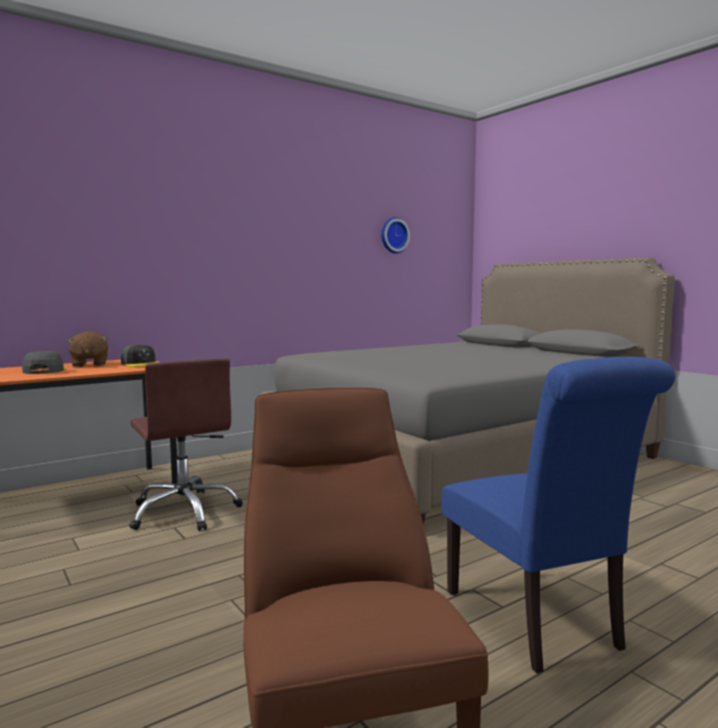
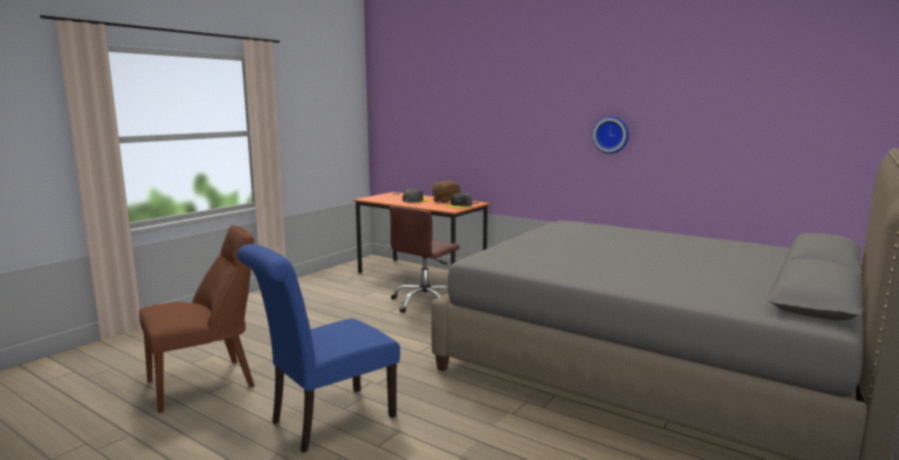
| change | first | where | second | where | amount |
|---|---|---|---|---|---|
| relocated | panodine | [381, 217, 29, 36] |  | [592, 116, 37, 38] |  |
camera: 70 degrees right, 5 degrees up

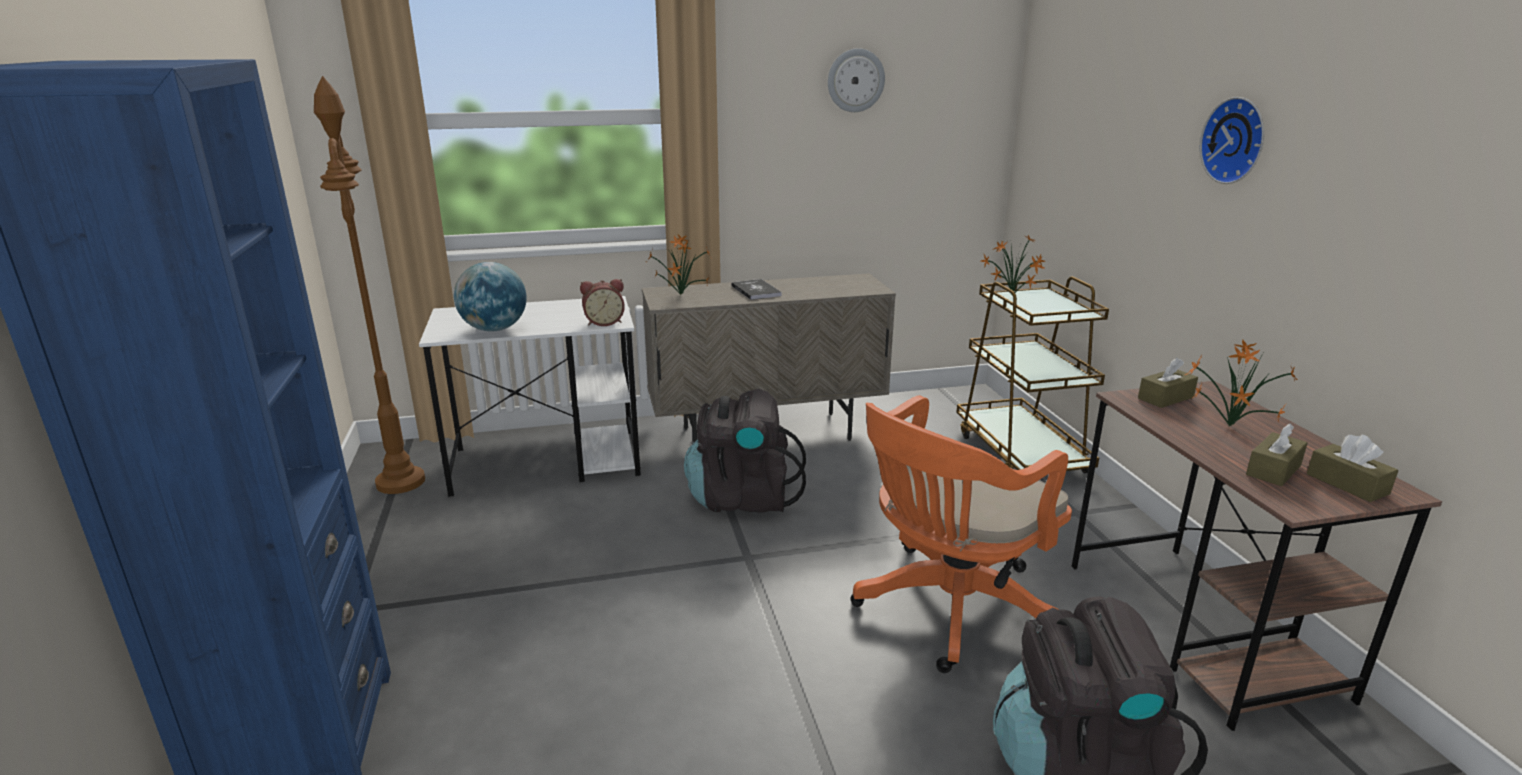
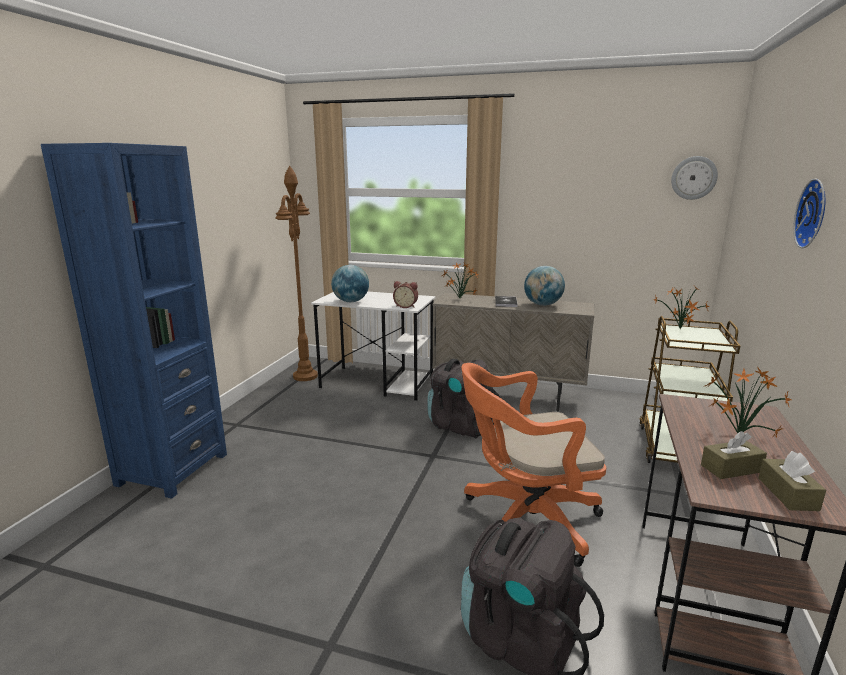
| change | first | where | second | where | amount |
|---|---|---|---|---|---|
| relocated | panodine | [828, 48, 57, 64] |  | [671, 156, 47, 44] |  |
| missing | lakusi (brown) | [1138, 358, 60, 50] |  |  |  |
| appeared |  |  | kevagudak | [524, 266, 41, 40] |  |
camera: 30 degrees right, 5 degrees down

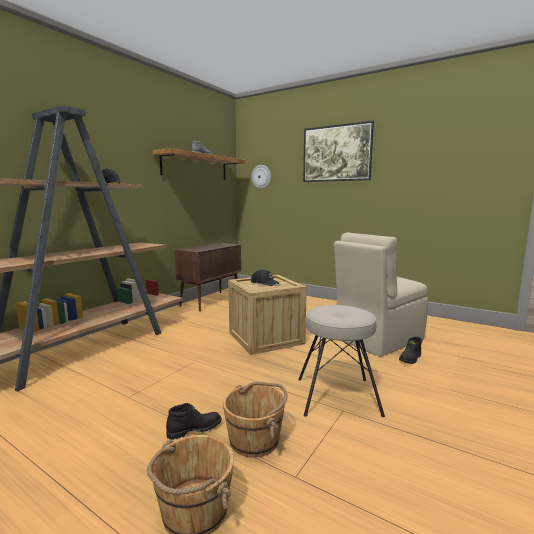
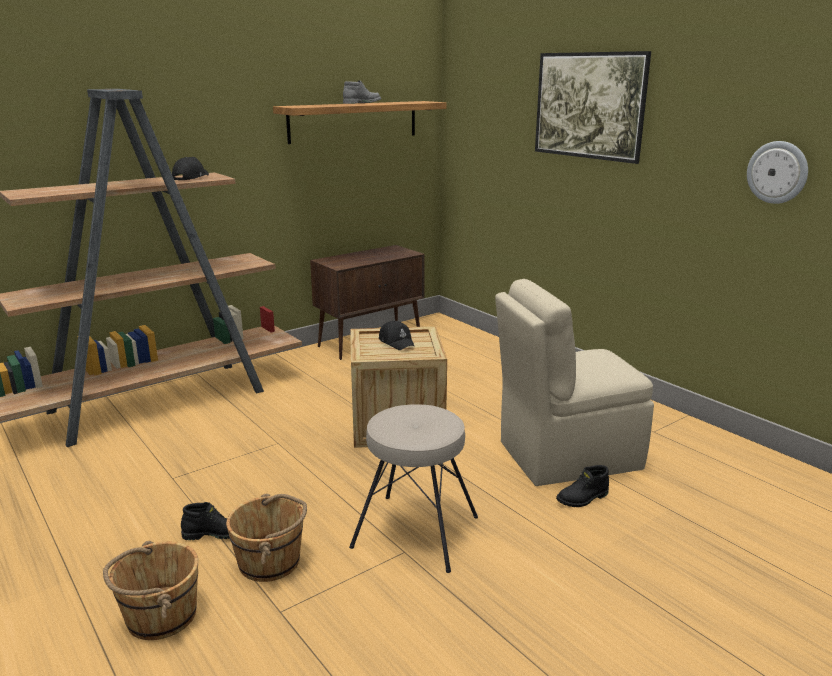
| change | first | where | second | where | amount |
|---|---|---|---|---|---|
| relocated | panodine | [251, 165, 20, 24] |  | [747, 141, 61, 63] |  |
camera: 20 degrees right, 10 degrees up

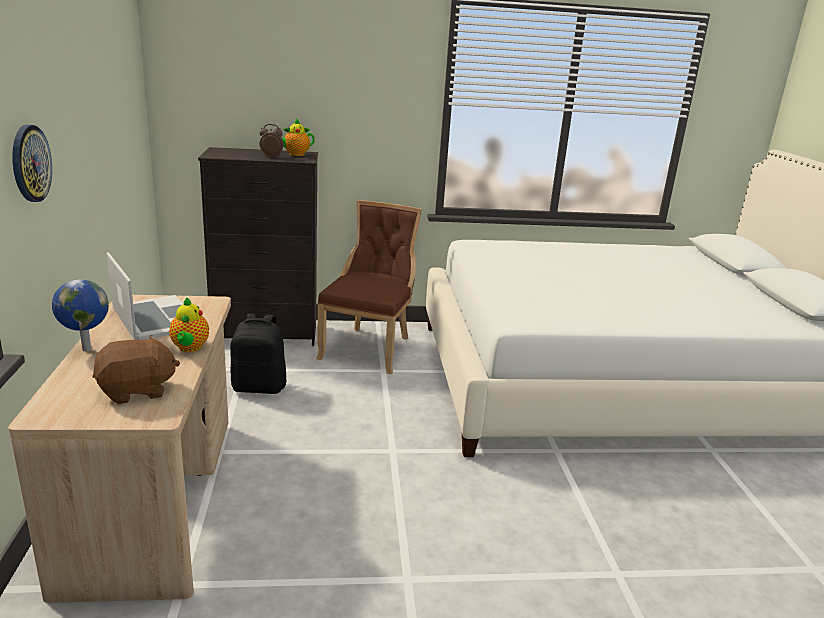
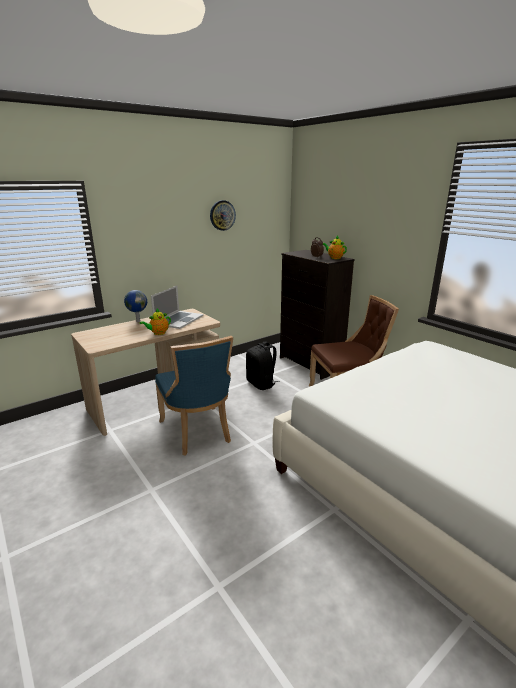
| change | first | where | second | where | amount |
|---|---|---|---|---|---|
| relocated | panodine | [12, 125, 40, 77] |  | [210, 200, 26, 31] |  |
| missing | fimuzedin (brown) | [92, 335, 88, 69] |  |  |  |
| appeared |  |  | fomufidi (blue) | [155, 336, 78, 119] |  |
camera: 60 degrees right, 0 degrees up

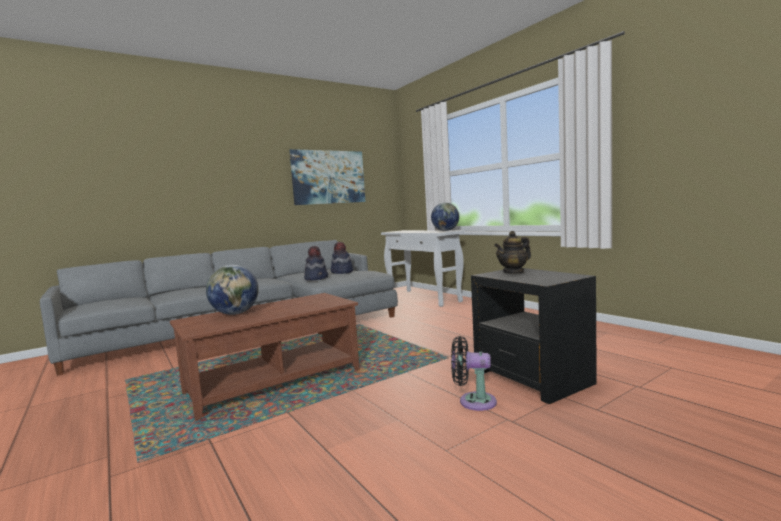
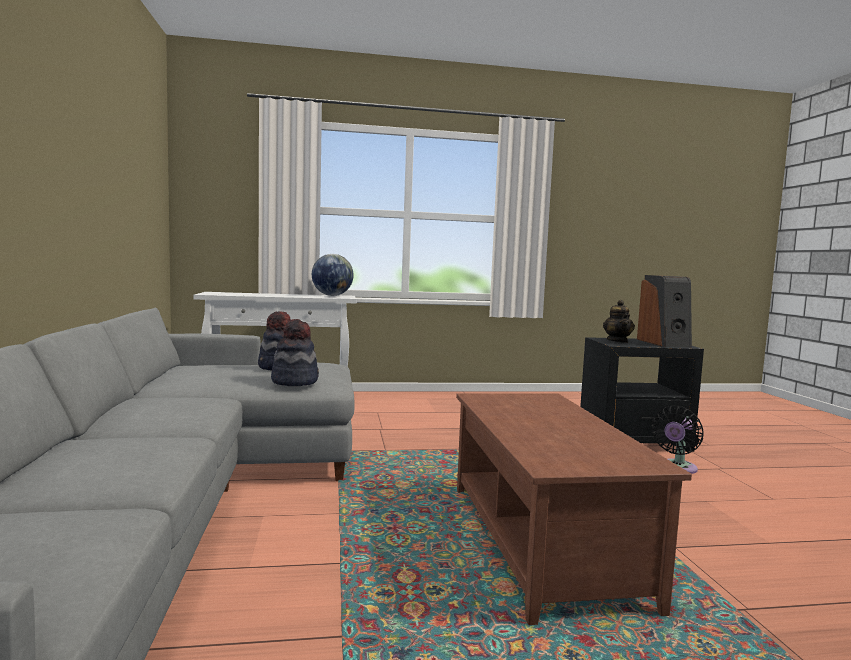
| change | first | where | second | where | amount |
|---|---|---|---|---|---|
| missing | kevagudak | [206, 265, 53, 50] |  |  |  |
| missing | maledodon | [289, 149, 77, 56] |  |  |  |
| appeared |  |  | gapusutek | [637, 275, 55, 73] |  |
camera: 65 degrees left, 0 degrees up

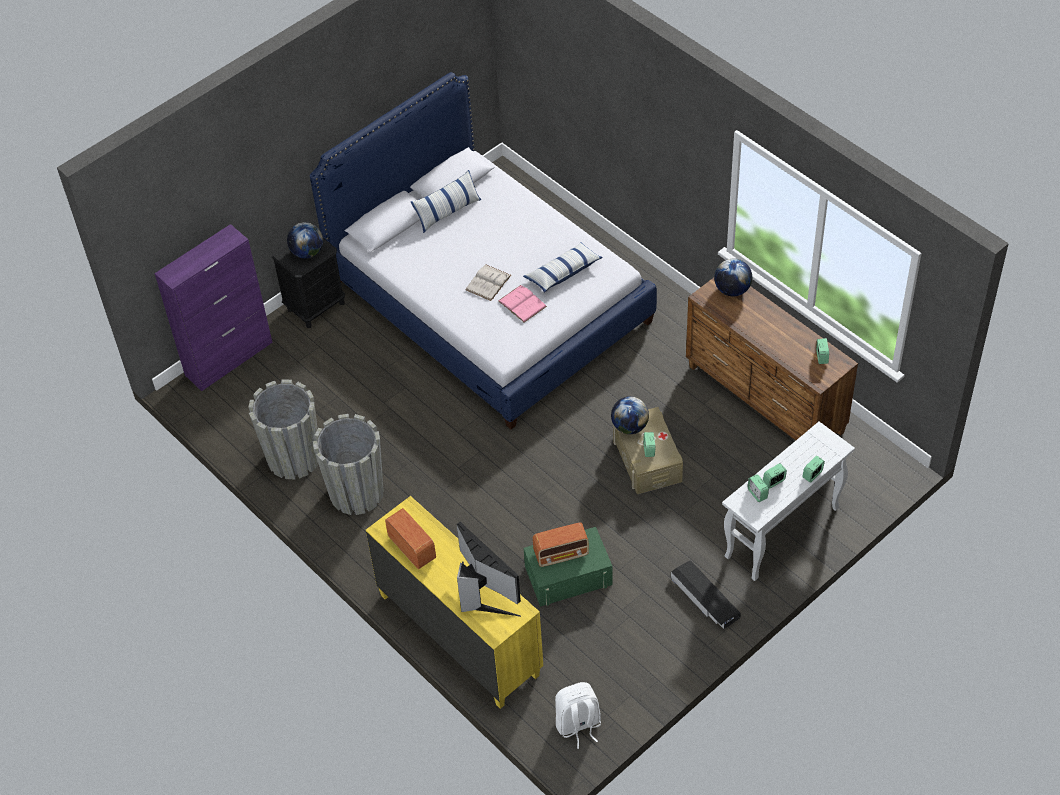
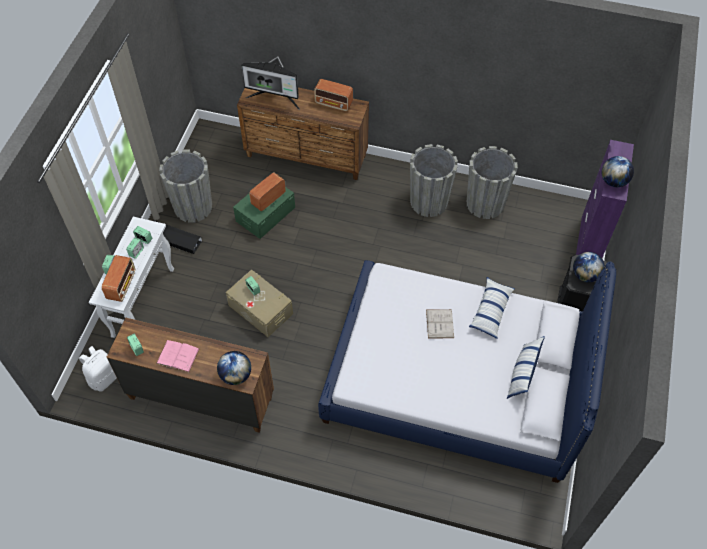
| change | first | where | second | where | amount |
|---|---|---|---|---|---|
| colour | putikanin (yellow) | [366, 496, 177, 213] | putikanin (brown) | [237, 87, 132, 93] |  |
| relocated | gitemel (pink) | [498, 285, 49, 38] |  | [156, 340, 43, 32] |  |
| relocated | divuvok | [523, 242, 80, 51] |  | [469, 277, 45, 62] |  |
| relocated | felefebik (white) | [555, 682, 46, 67] |  | [79, 346, 38, 46] |  |
| relocated | kevagudak | [611, 396, 38, 38] |  | [602, 156, 32, 31] |  |
| appeared |  |  | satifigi | [102, 255, 33, 47] |  |
| appeared |  |  | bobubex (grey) | [159, 150, 53, 72] |  |
camera: 145 degrees right, 5 degrees up

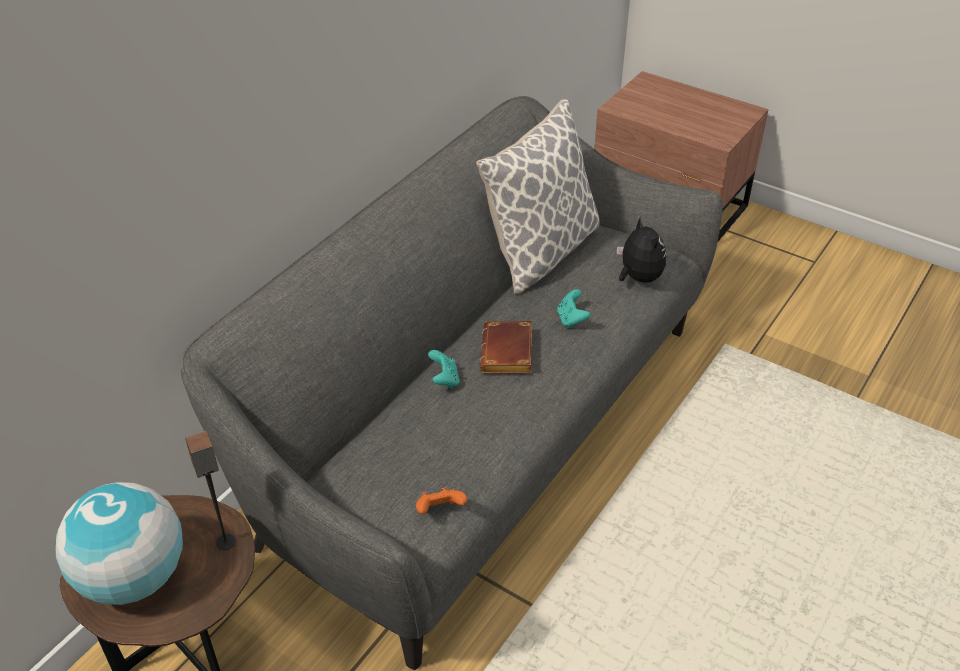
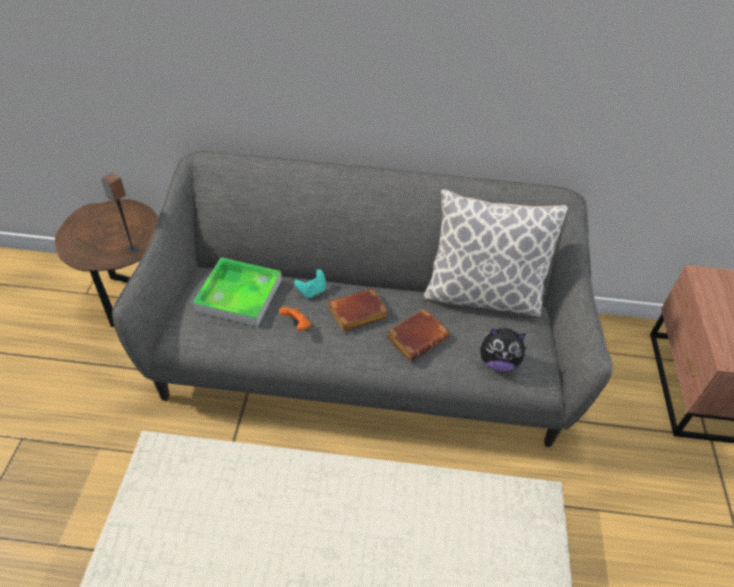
| change | first | where | second | where | amount |
|---|---|---|---|---|---|
| missing | kevagudak | [56, 482, 127, 123] |  |  |  |
| relocated | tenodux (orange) | [416, 487, 51, 27] |  | [279, 307, 32, 24] |  |
| exchanged | tenodux (turquoise) | [557, 289, 33, 39] | gitemel (brown) | [386, 308, 64, 53] |  |
| spun | fimuzedin | [616, 216, 50, 67] |  | [480, 328, 48, 43] | 60 degrees clockwise |
| appeared |  |  | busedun | [193, 257, 89, 70] |  |
camera: 60 degrees right, 5 degrees up

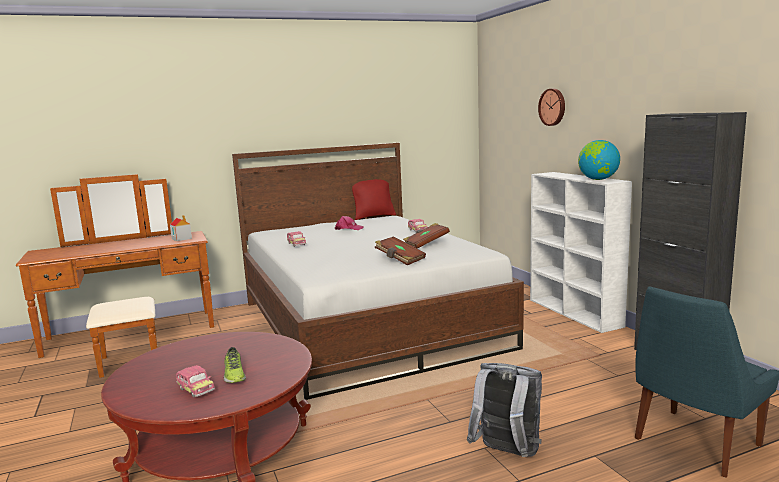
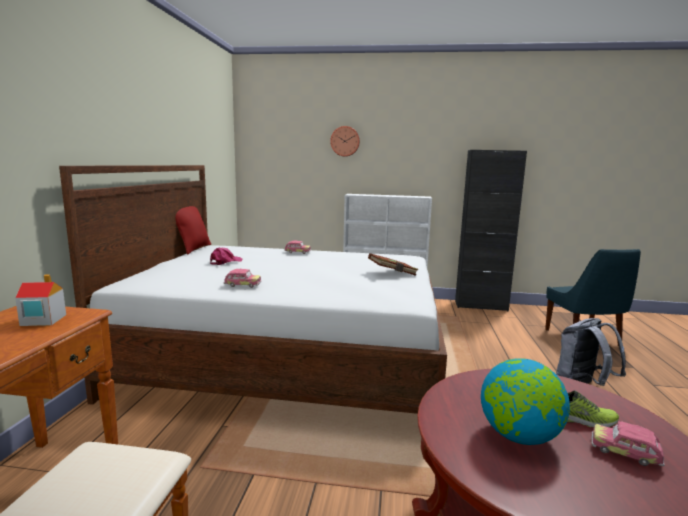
| change | first | where | second | where | amount |
|---|---|---|---|---|---|
| spun | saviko | [176, 365, 39, 32] |  | [591, 421, 74, 45] | 135 degrees counterclockwise |
| missing | gitemel (brown) | [403, 223, 47, 26] |  |  |  |
| relocated | kevagudak | [578, 140, 42, 40] |  | [481, 358, 89, 87] |  |
camera: 60 degrees left, 0 degrees up

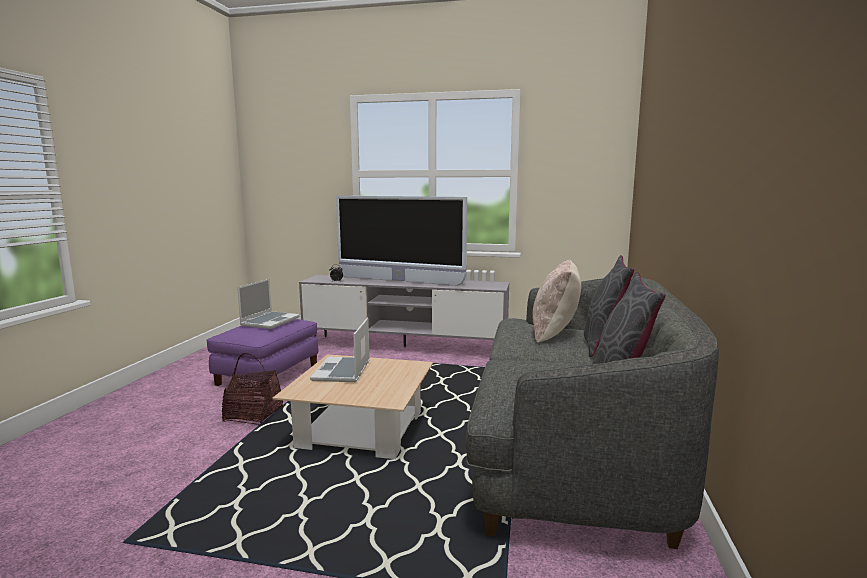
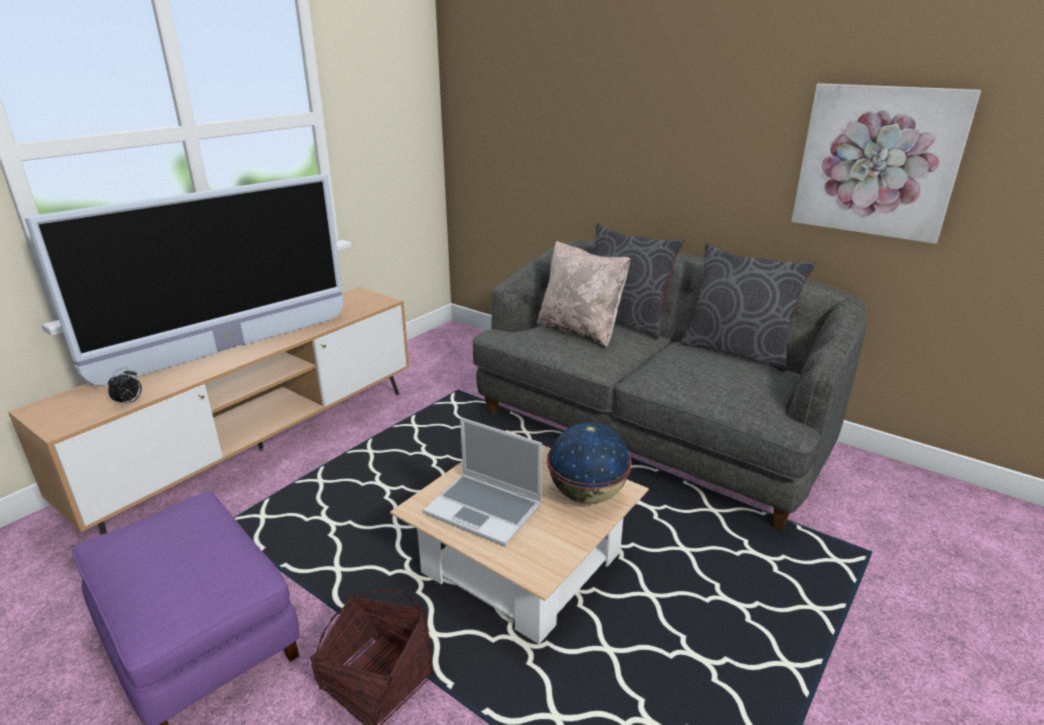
| change | first | where | second | where | amount |
|---|---|---|---|---|---|
| missing | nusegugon | [237, 279, 63, 50] |  |  |  |
| colour | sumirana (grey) | [299, 275, 210, 72] | sumirana (brown) | [8, 287, 401, 248] |  |
| appeared |  |  | kevagudak | [547, 422, 85, 82] |  |
| appeared |  |  | maledodon | [791, 83, 190, 161] |  |
camera: 65 degrees left, 15 degrees up

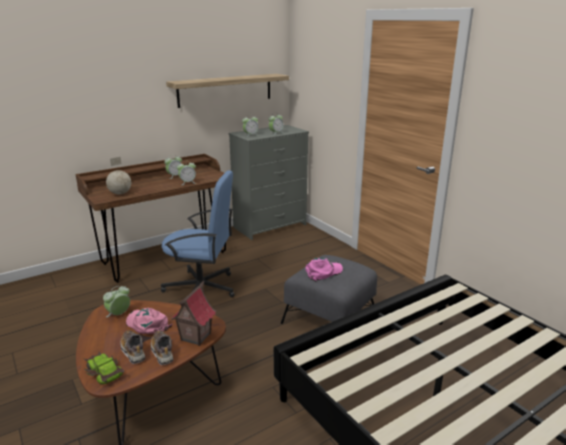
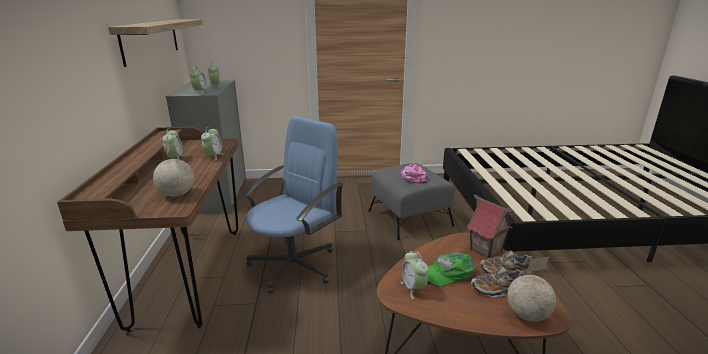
| change | first | where | second | where | amount |
|---|---|---|---|---|---|
| exchanged | saviko | [83, 352, 41, 32] | kevagudak | [507, 257, 49, 65] |  |
| colour | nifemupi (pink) | [126, 308, 47, 26] | nifemupi (green) | [427, 252, 48, 35] |  |
camera: 60 degrees left, 0 degrees up

